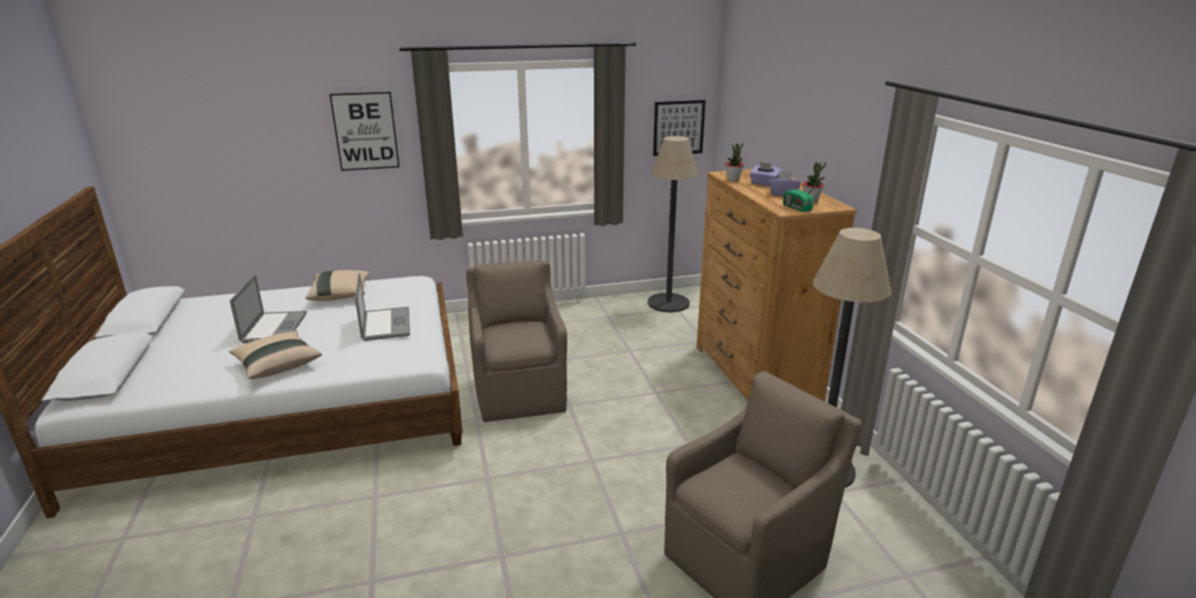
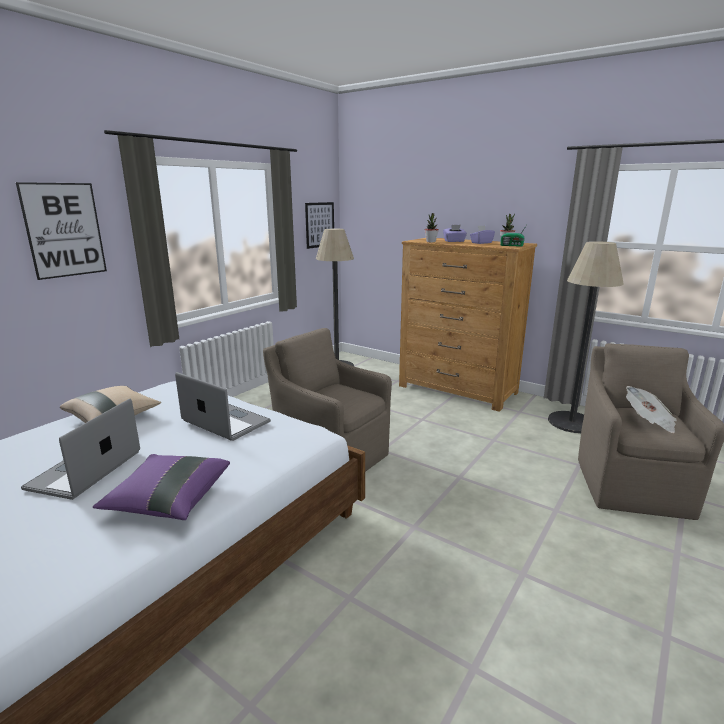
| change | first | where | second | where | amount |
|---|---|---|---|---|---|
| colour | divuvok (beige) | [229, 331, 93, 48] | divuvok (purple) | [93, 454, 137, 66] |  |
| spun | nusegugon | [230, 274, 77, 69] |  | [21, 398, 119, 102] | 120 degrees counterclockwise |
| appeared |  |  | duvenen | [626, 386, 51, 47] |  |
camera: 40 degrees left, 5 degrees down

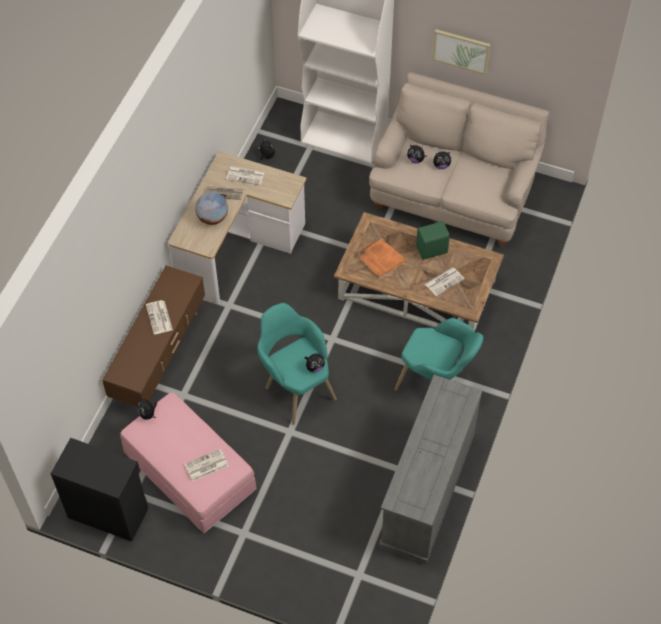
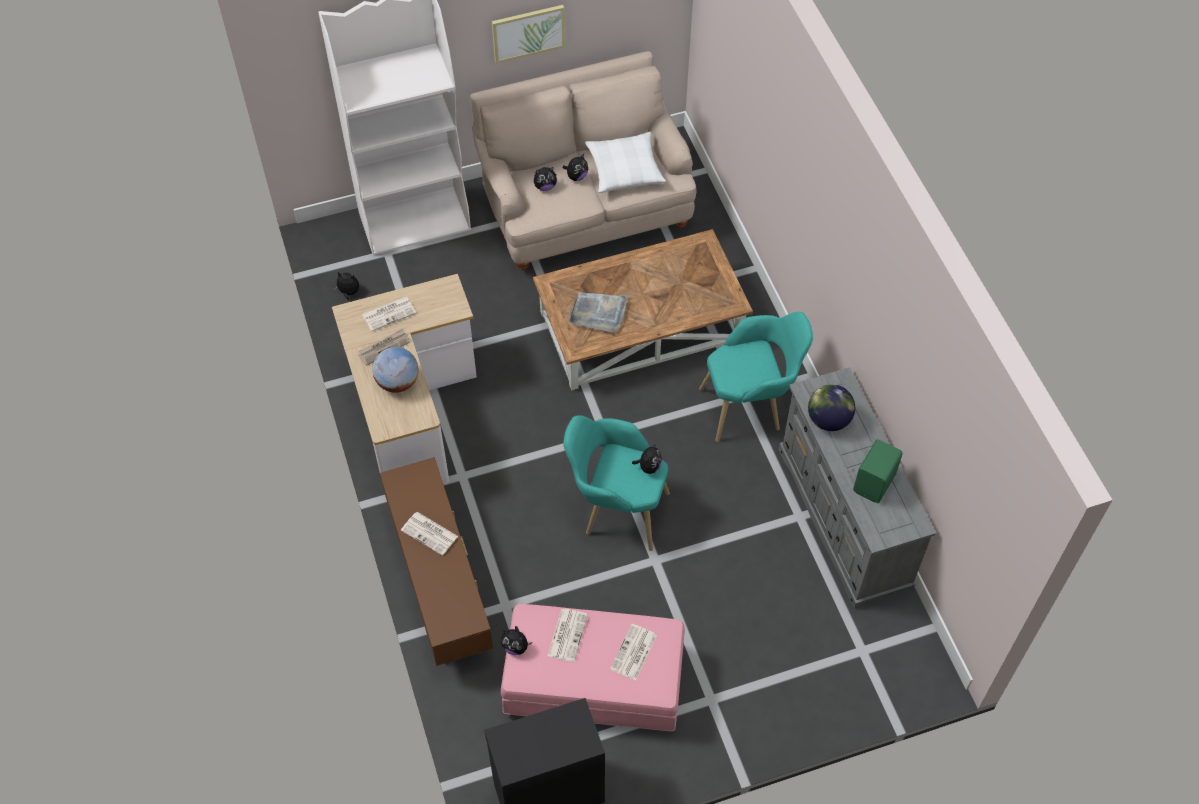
| change | first | where | second | where | amount |
|---|---|---|---|---|---|
| colour | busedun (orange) | [358, 239, 49, 37] | busedun (grey) | [569, 293, 59, 39] |  |
| relocated | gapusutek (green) | [416, 221, 34, 39] |  | [853, 440, 50, 63] |  |
| relocated | duvenen | [425, 267, 39, 29] |  | [548, 609, 40, 53] |  |
| appeared |  |  | divuvok (white) | [585, 132, 81, 61] |  |
| appeared |  |  | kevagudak | [808, 384, 47, 47] |  |
camera: 40 degrees left, 0 degrees up

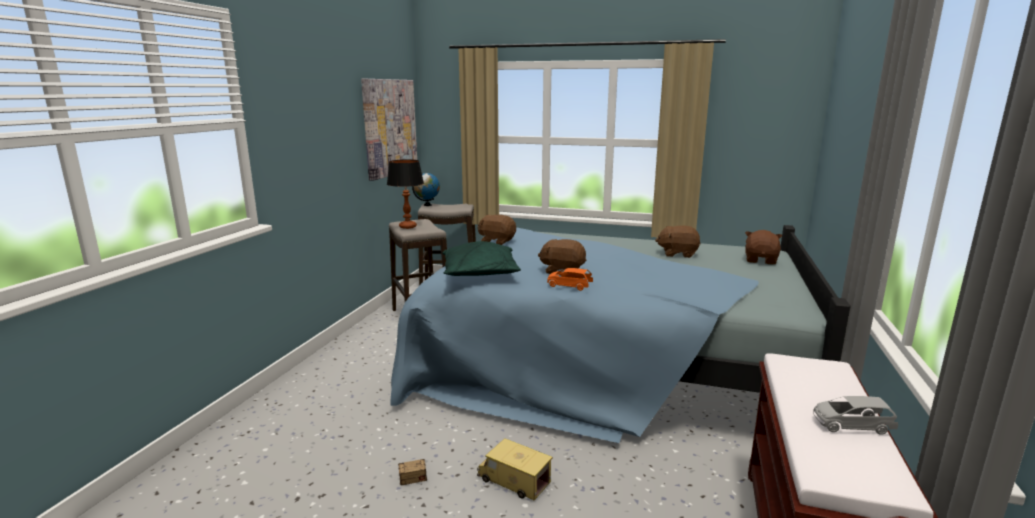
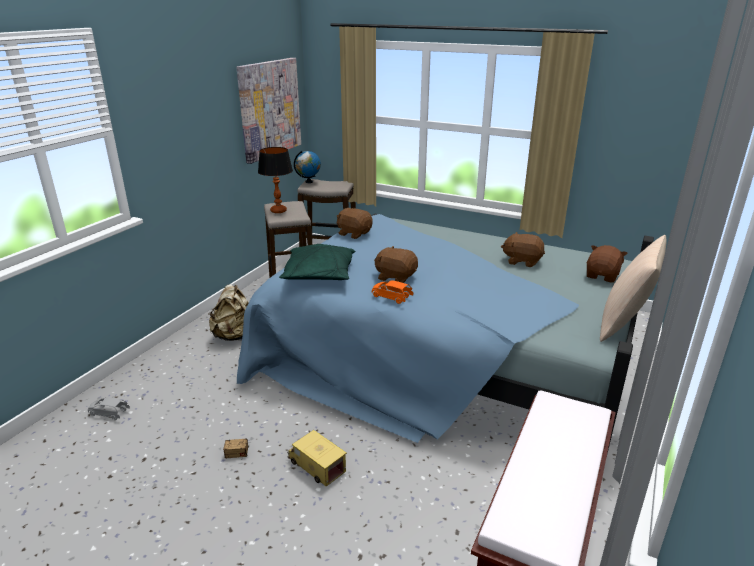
| change | first | where | second | where | amount |
|---|---|---|---|---|---|
| relocated | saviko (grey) | [813, 396, 85, 39] |  | [88, 397, 42, 23] |  |
| appeared |  |  | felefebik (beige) | [208, 284, 40, 57] |  |
| appeared |  |  | divuvok (beige) | [600, 235, 67, 107] |  |
camera: 10 degrees right, 10 degrees up

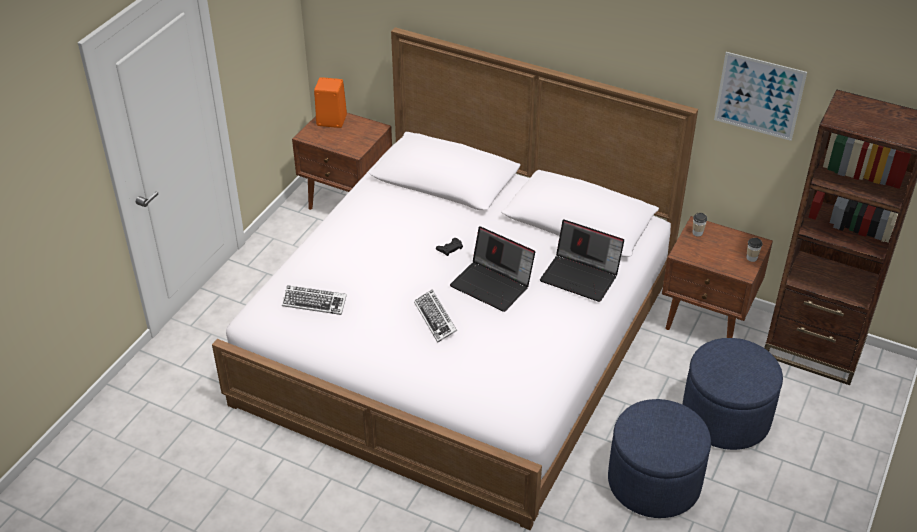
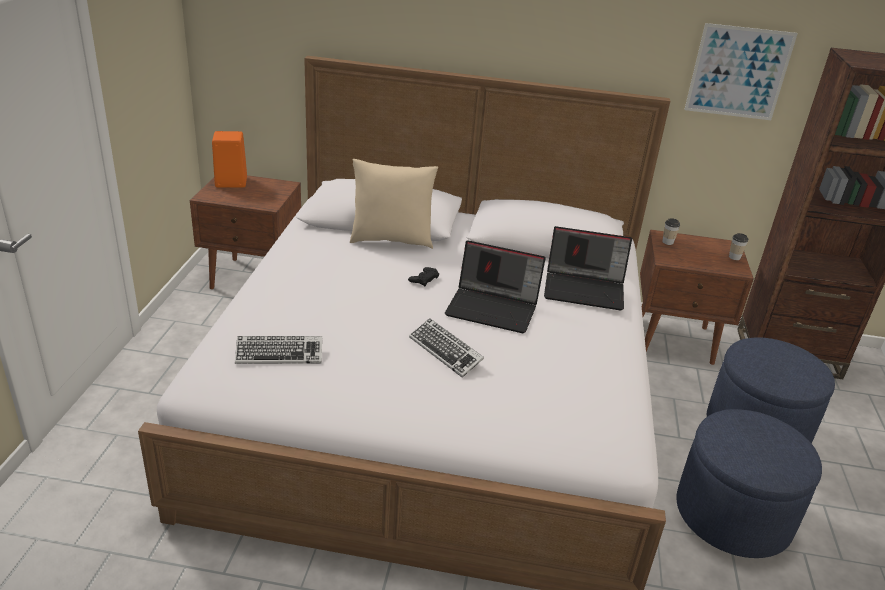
| change | first | where | second | where | amount |
|---|---|---|---|---|---|
| appeared |  |  | divuvok (beige) | [350, 159, 88, 90] |  |
camera: 20 degrees left, 10 degrees down

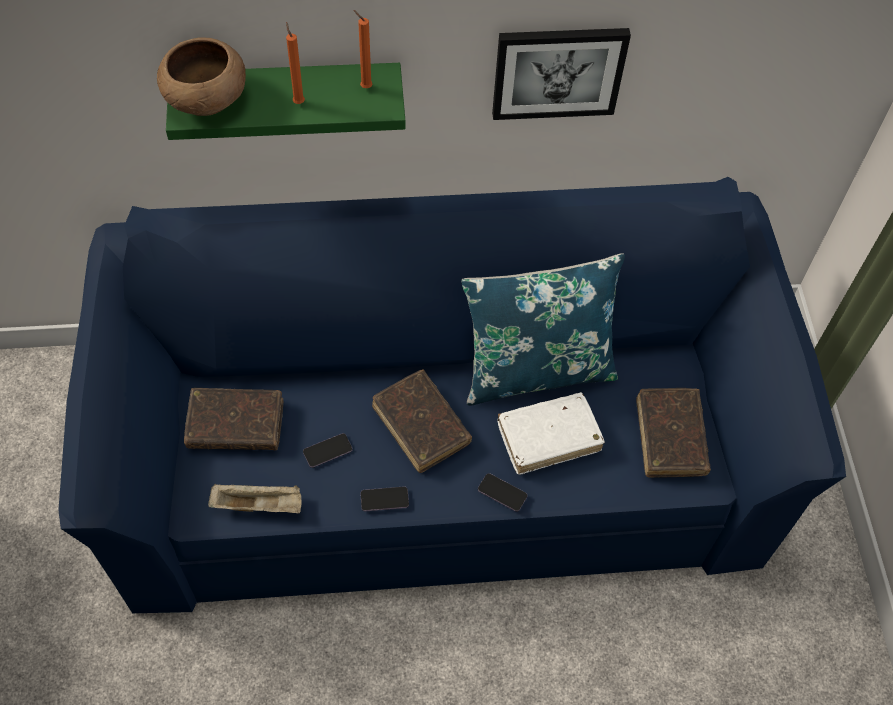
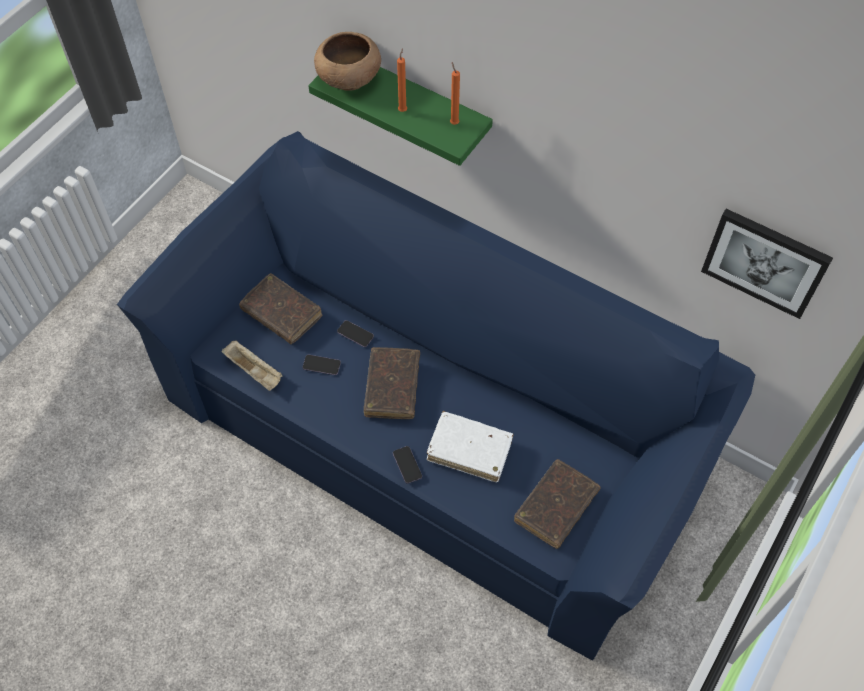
| change | first | where | second | where | amount |
|---|---|---|---|---|---|
| relocated | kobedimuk | [360, 486, 49, 25] |  | [337, 320, 37, 27] |  |
| missing | divuvok (blue) | [461, 253, 164, 152] |  |  |  |
| relocated | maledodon | [492, 28, 139, 92] |  | [701, 209, 132, 110] |  |
camera: 40 degrees right, 0 degrees up

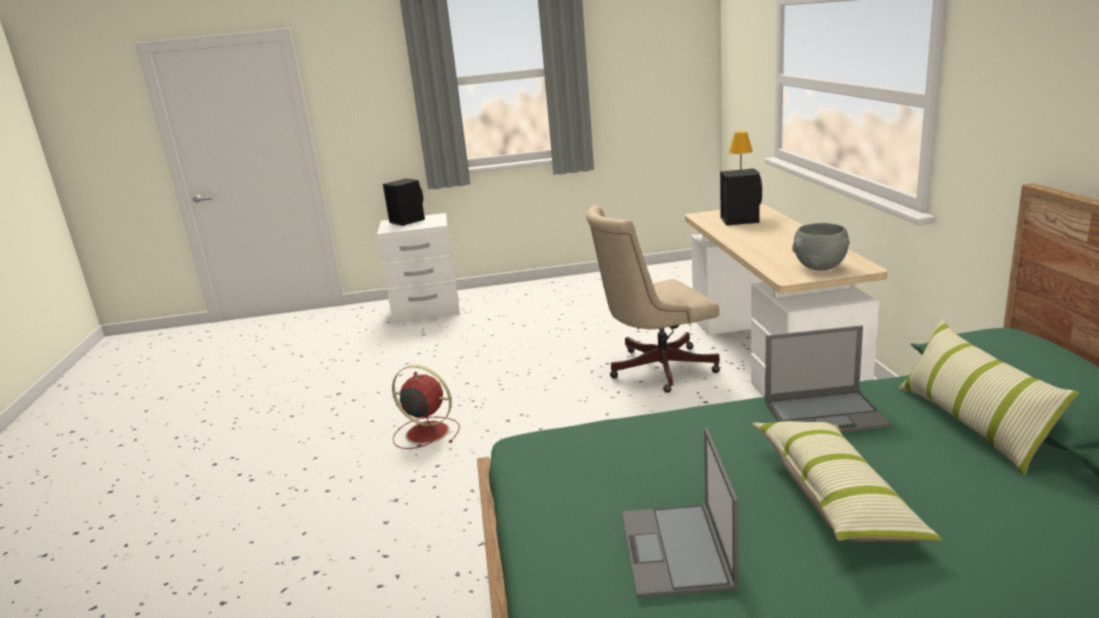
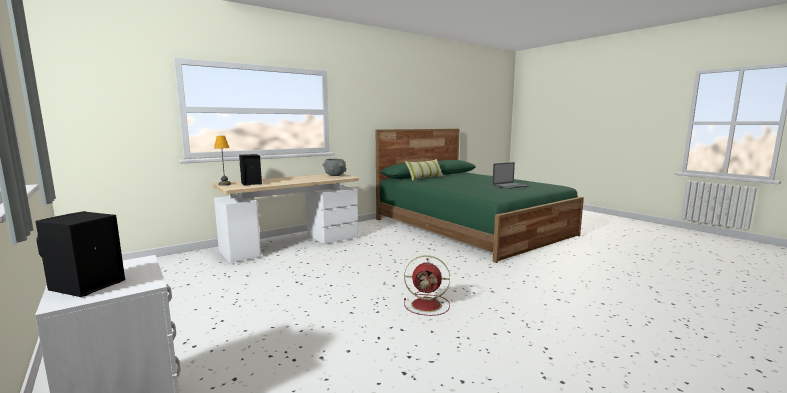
| change | first | where | second | where | amount |
|---|---|---|---|---|---|
| spun | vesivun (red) | [392, 365, 68, 84] |  | [404, 255, 46, 61] | 75 degrees counterclockwise |
| missing | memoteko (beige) | [586, 205, 134, 188] |  |  |  |
| missing | divuvok | [752, 421, 190, 121] |  |  |  |
| missing | nusegugon | [765, 325, 126, 107] |  |  |  |
camera: 120 degrees left, 10 degrees down

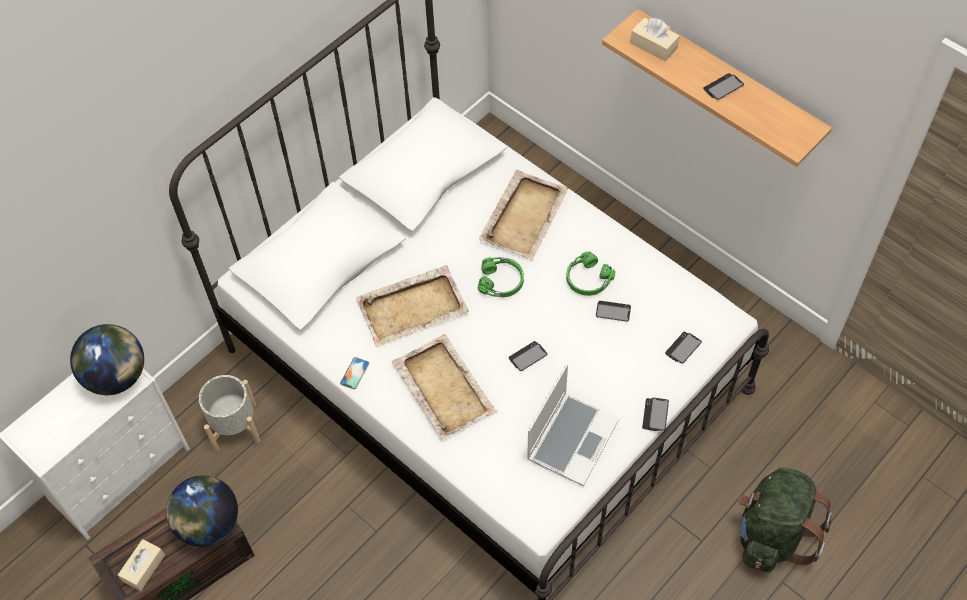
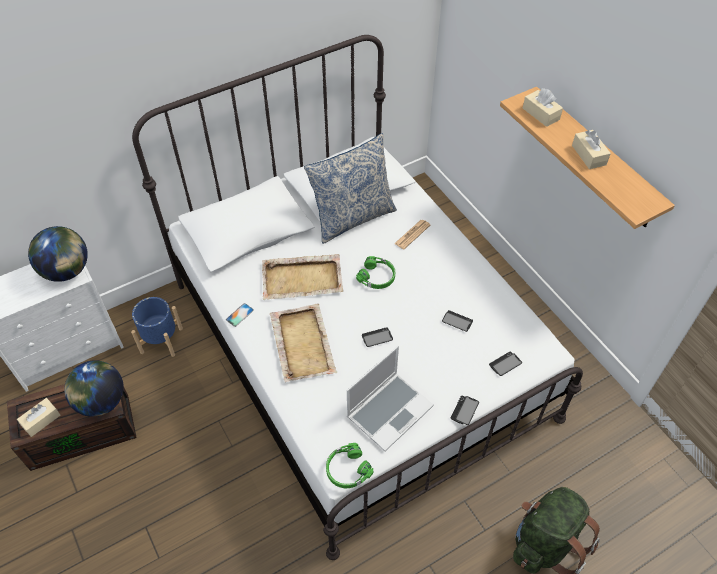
| change | first | where | second | where | amount |
|---|---|---|---|---|---|
| colour | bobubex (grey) | [199, 375, 61, 76] | bobubex (blue) | [131, 297, 52, 60] |  |
| exchanged | busedun (beige) | [479, 170, 89, 91] | duvenen | [394, 220, 36, 29] |  |
| relocated | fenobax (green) | [566, 251, 50, 45] |  | [326, 443, 48, 45] |  |
| exchanged | kobedimuk | [703, 73, 41, 27] | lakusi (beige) | [572, 130, 39, 39] |  |
| appeared |  |  | divuvok | [304, 133, 93, 111] |  |
camera: 15 degrees right, 5 degrees down

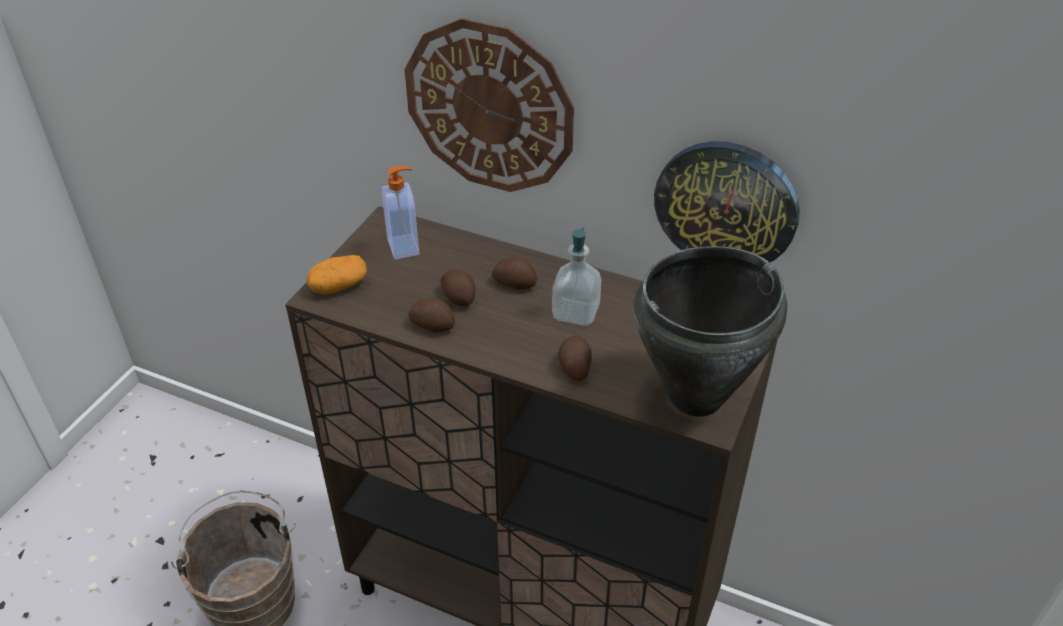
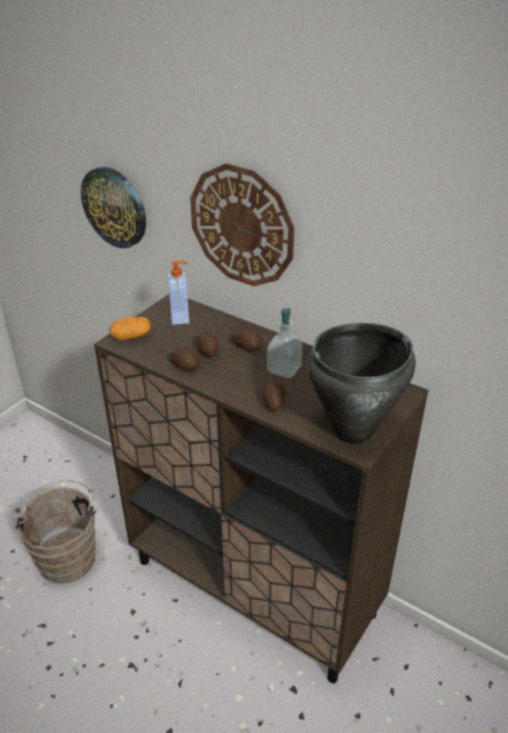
| change | first | where | second | where | amount |
|---|---|---|---|---|---|
| relocated | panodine | [654, 141, 146, 121] |  | [81, 167, 65, 81] |  |
camera: 10 degrees right, 5 degrees down

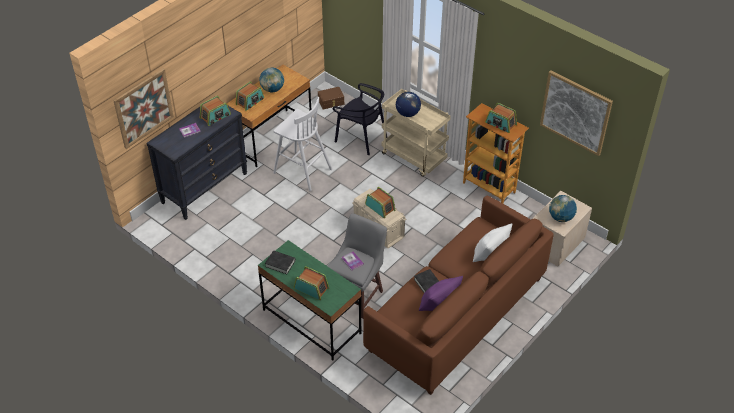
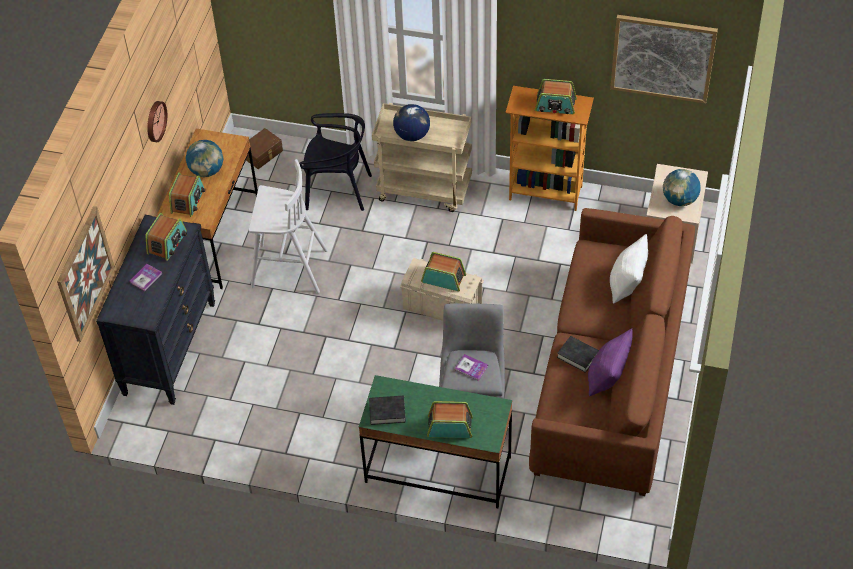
| change | first | where | second | where | amount |
|---|---|---|---|---|---|
| appeared |  |  | panodine | [147, 101, 20, 41] |  |
camera: 25 degrees left, 5 degrees up

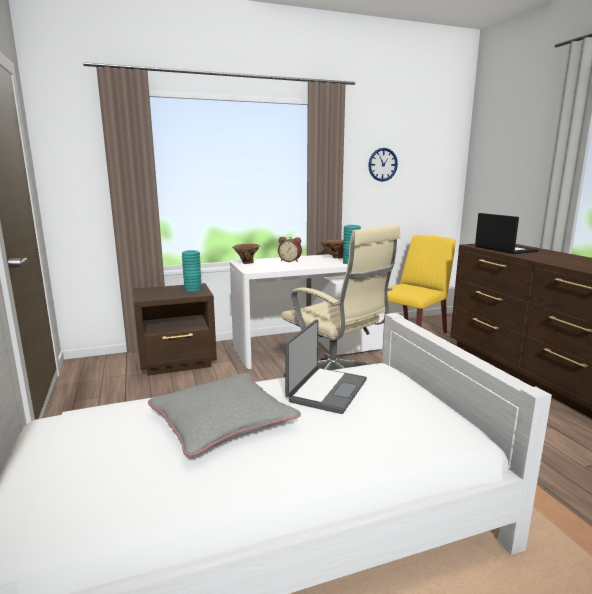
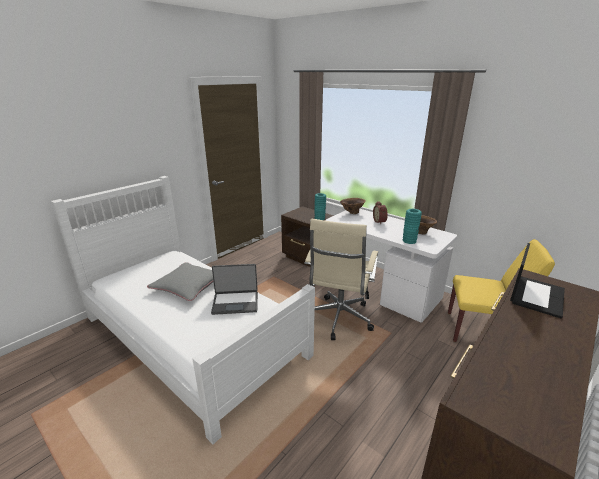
| change | first | where | second | where | amount |
|---|---|---|---|---|---|
| missing | panodine | [368, 148, 30, 34] |  |  |  |
camera: 60 degrees right, 10 degrees up

